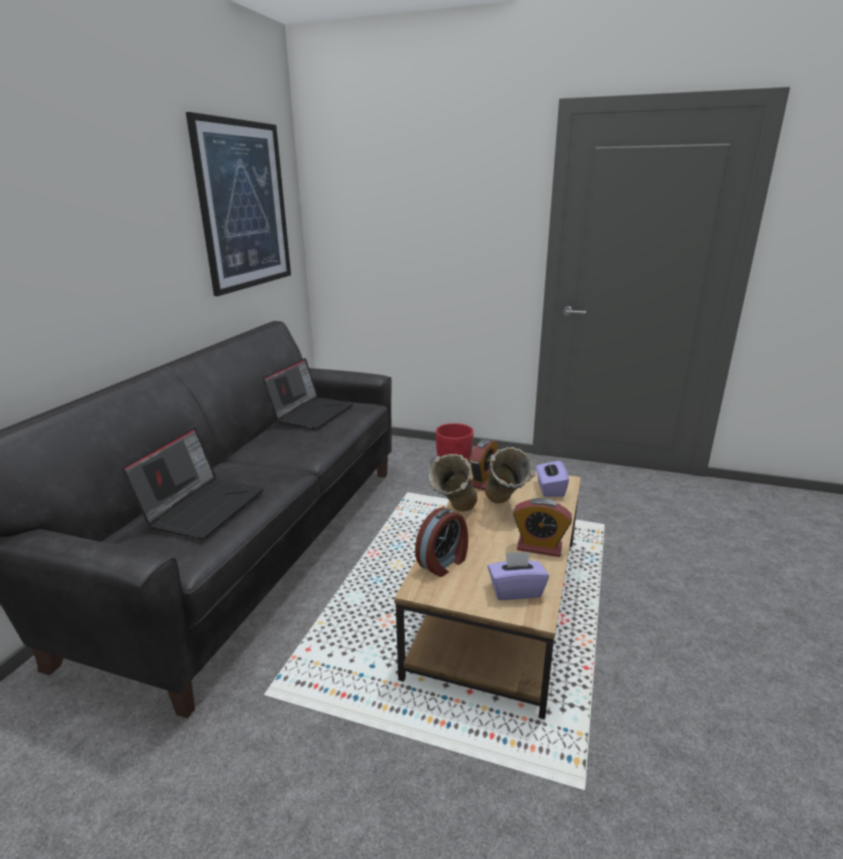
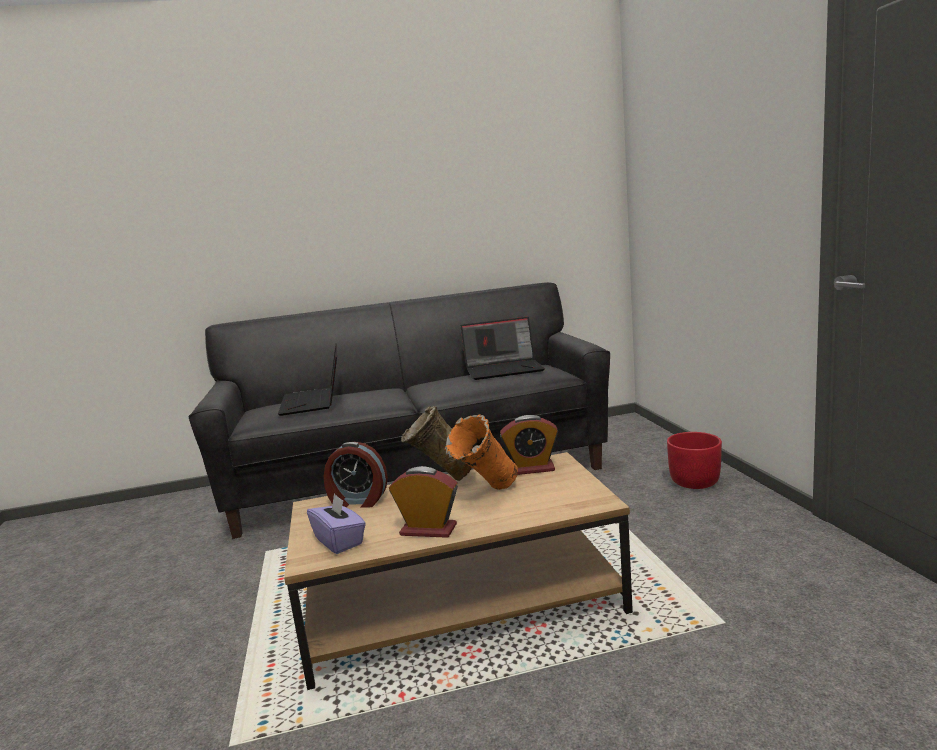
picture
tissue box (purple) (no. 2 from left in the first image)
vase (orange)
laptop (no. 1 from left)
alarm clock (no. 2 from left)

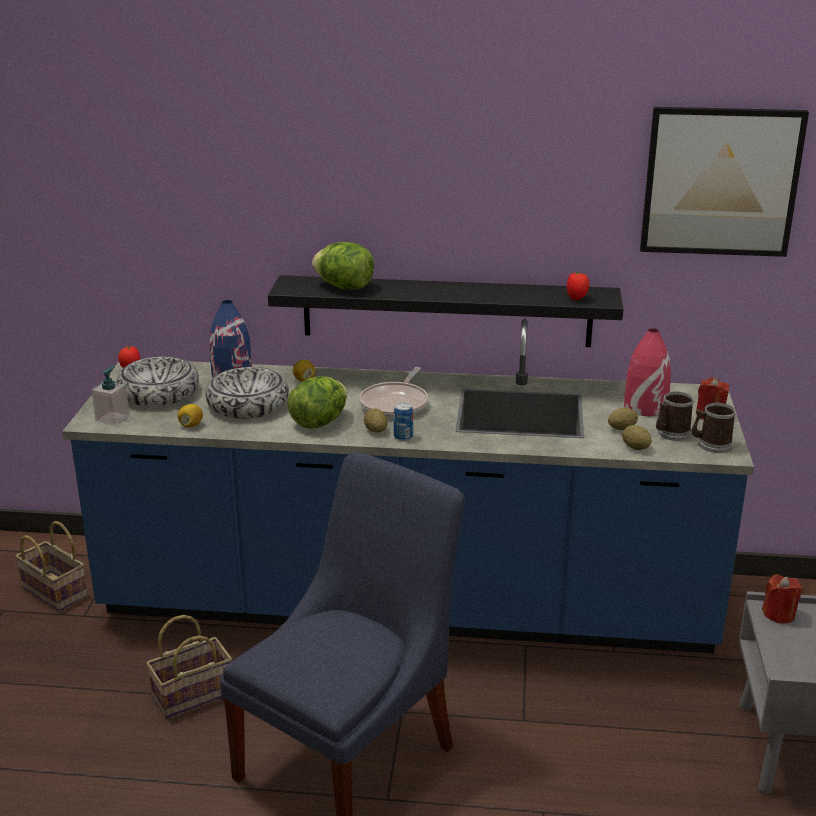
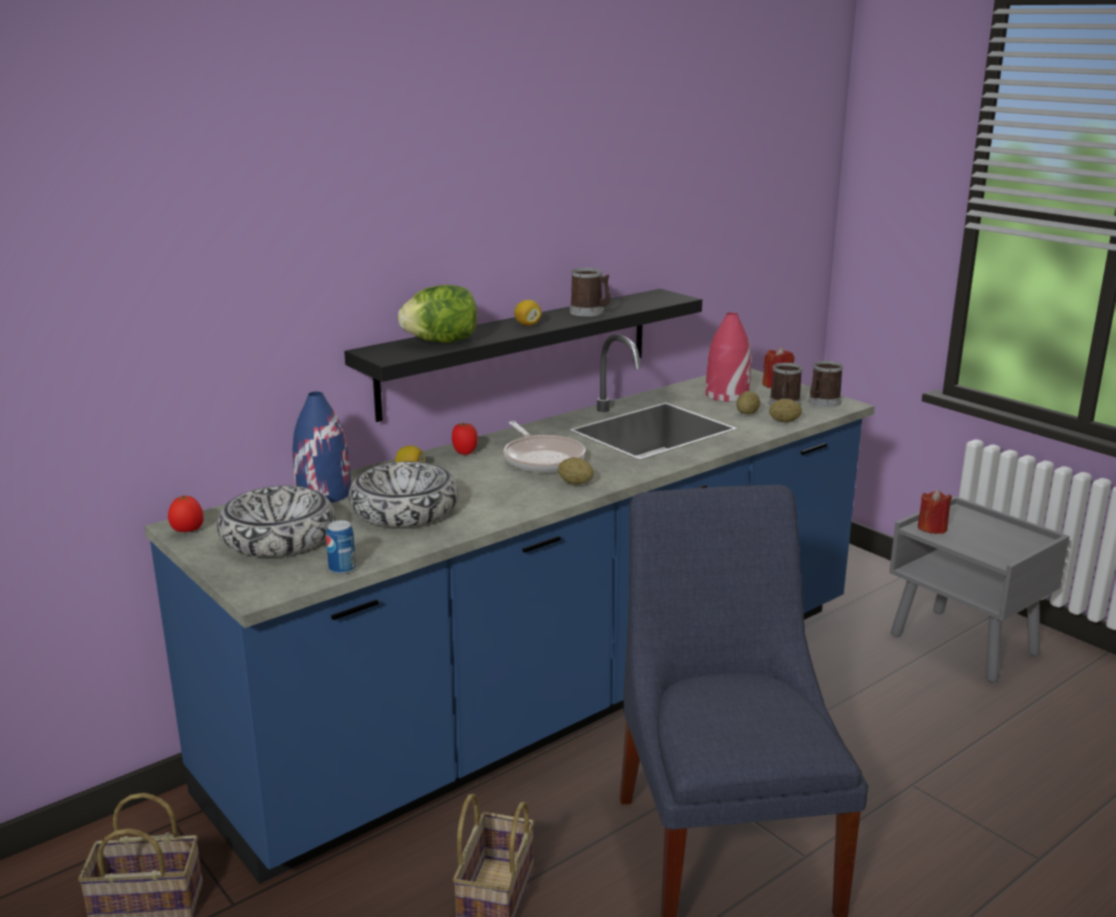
soap dispenser
lettuce (no. 1 from left in the first image)
picture
mug (no. 1 from left)
lemon (no. 2 from left)
can
tomato (no. 2 from left)

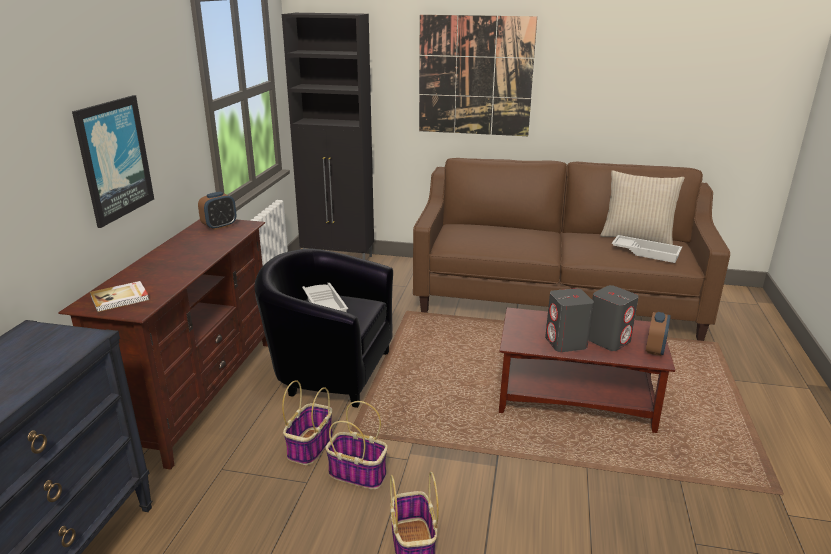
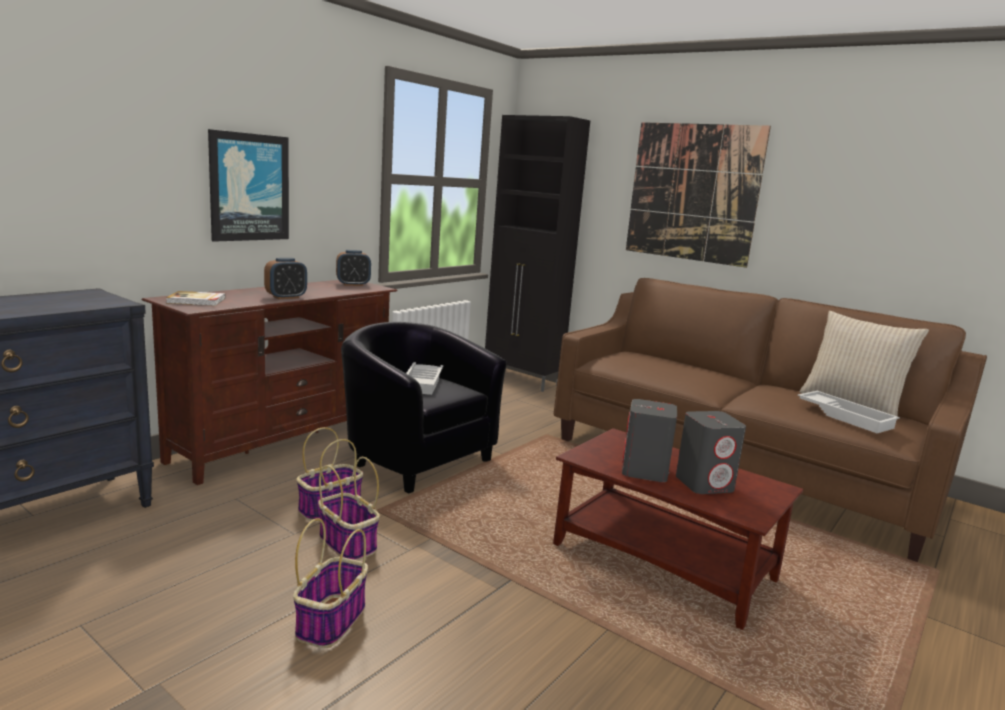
alarm clock (no. 1 from left)

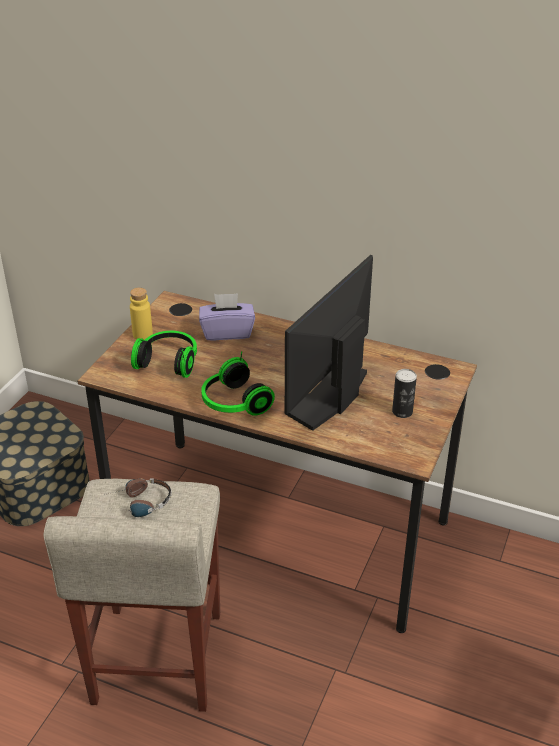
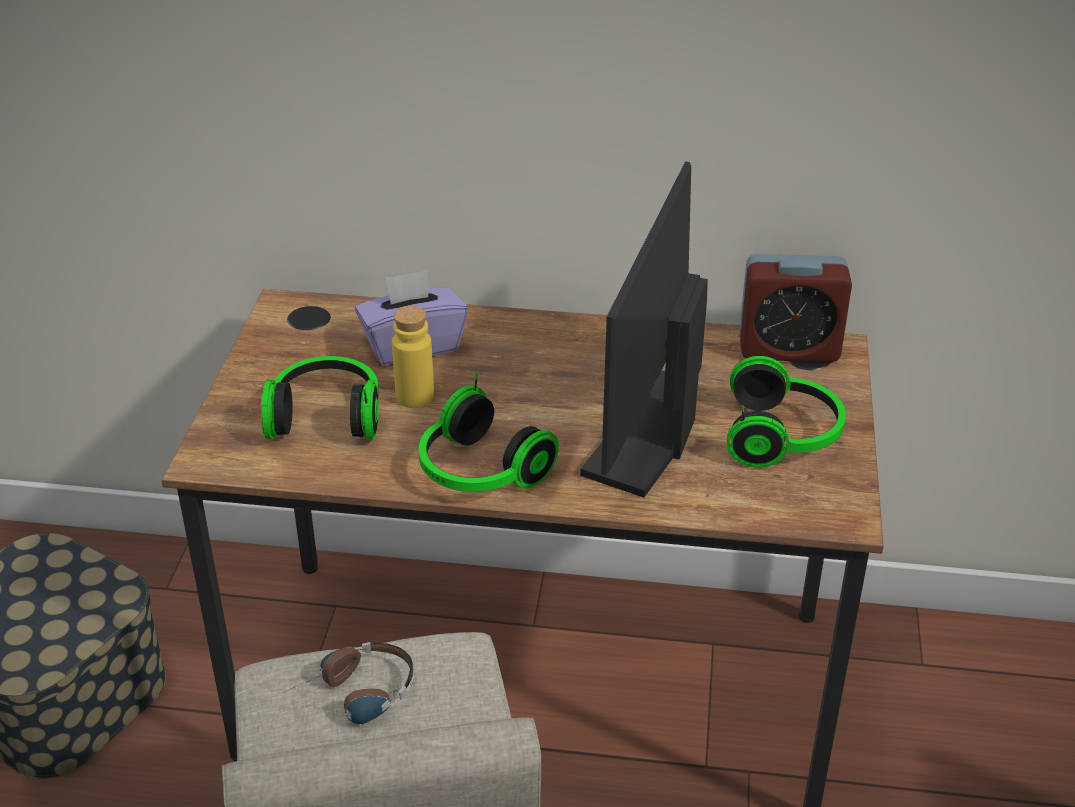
alarm clock
bottle (yellow)
headphones (no. 4 from left)

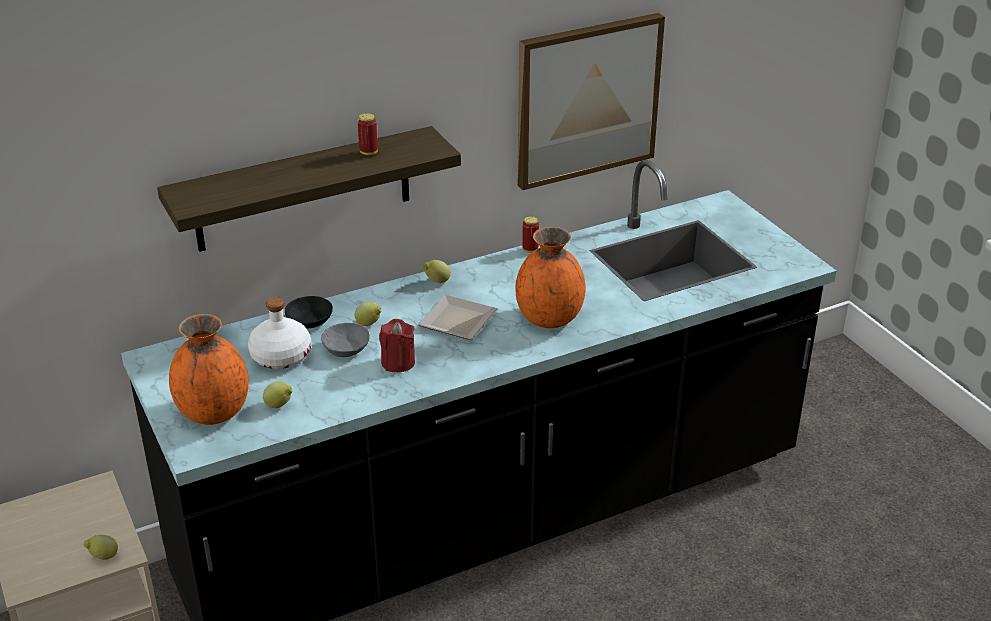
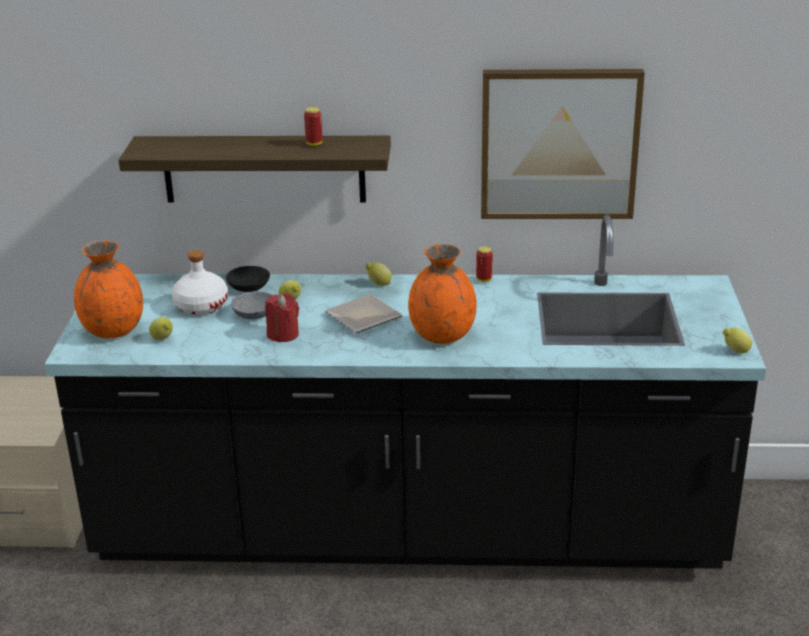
lemon (no. 4 from left)

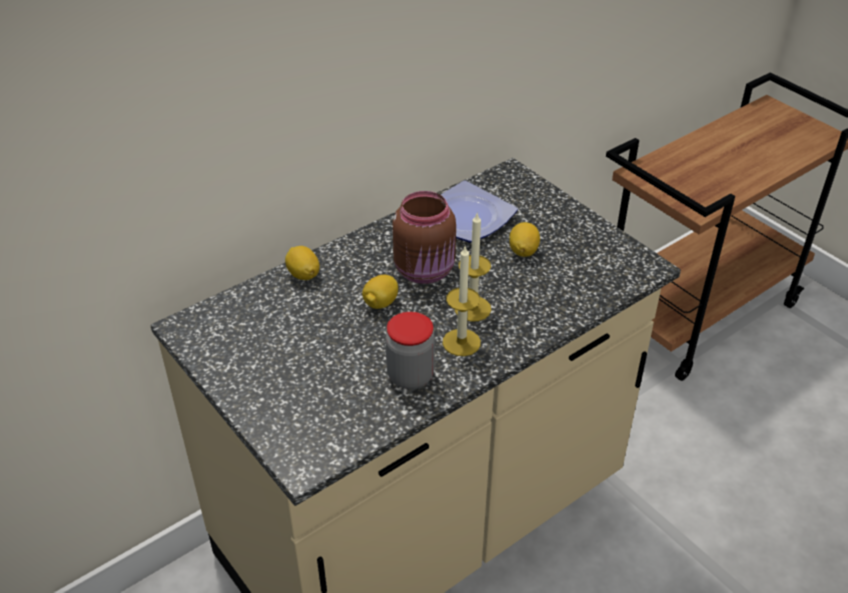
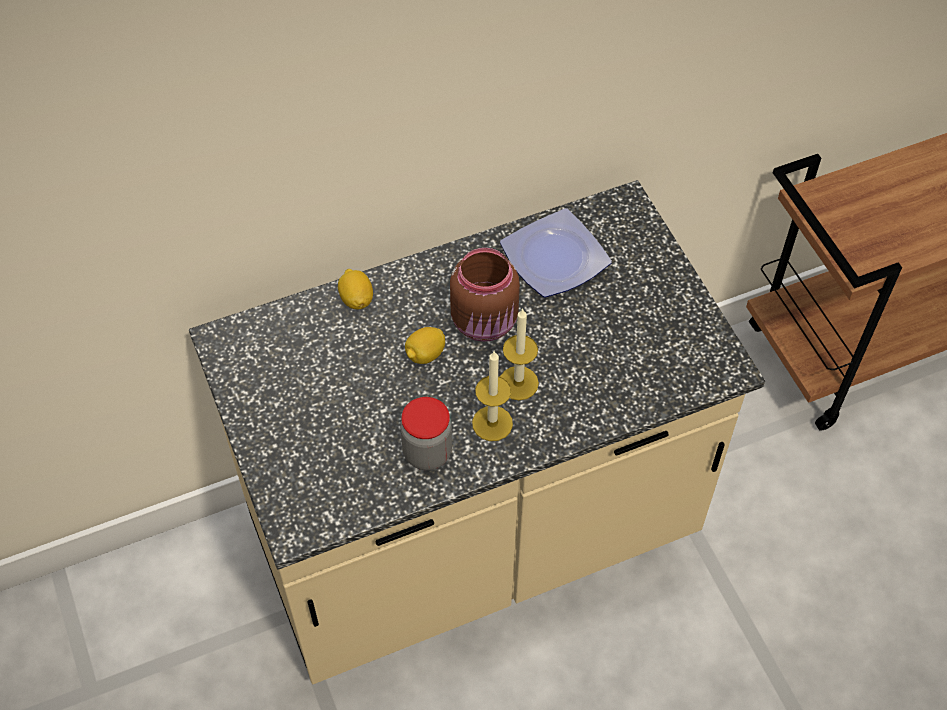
lemon (no. 3 from left in the first image)

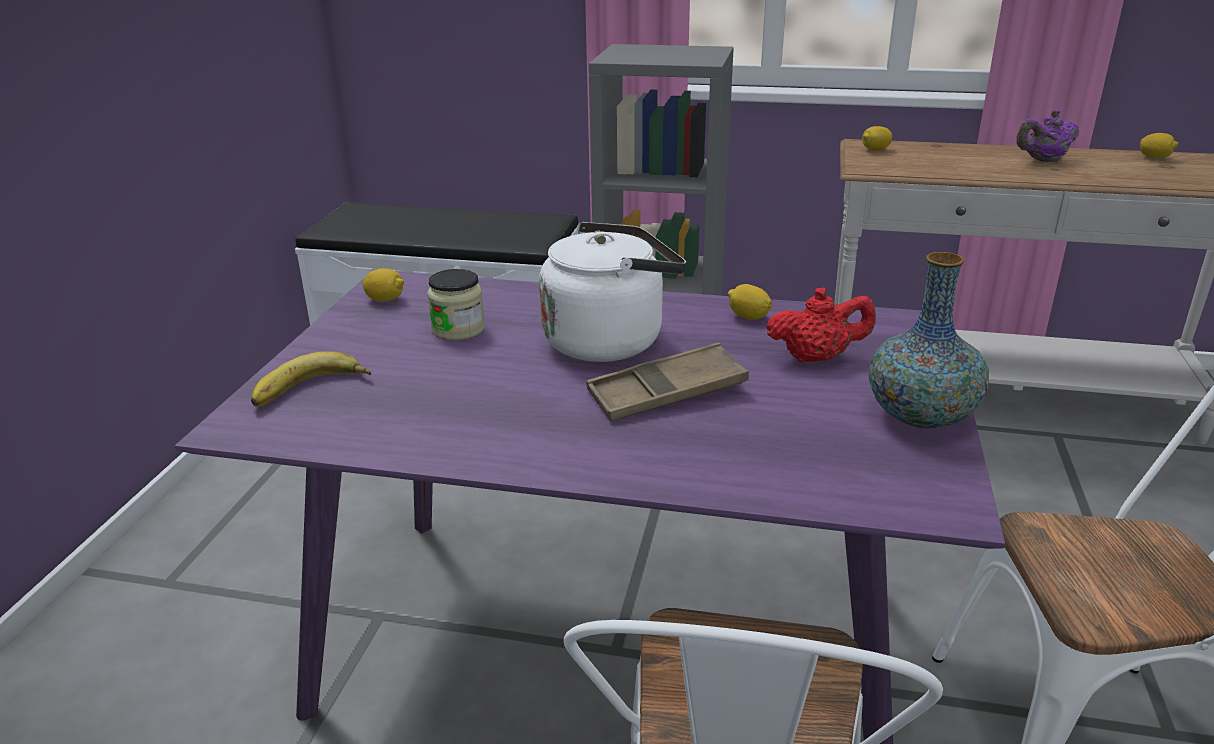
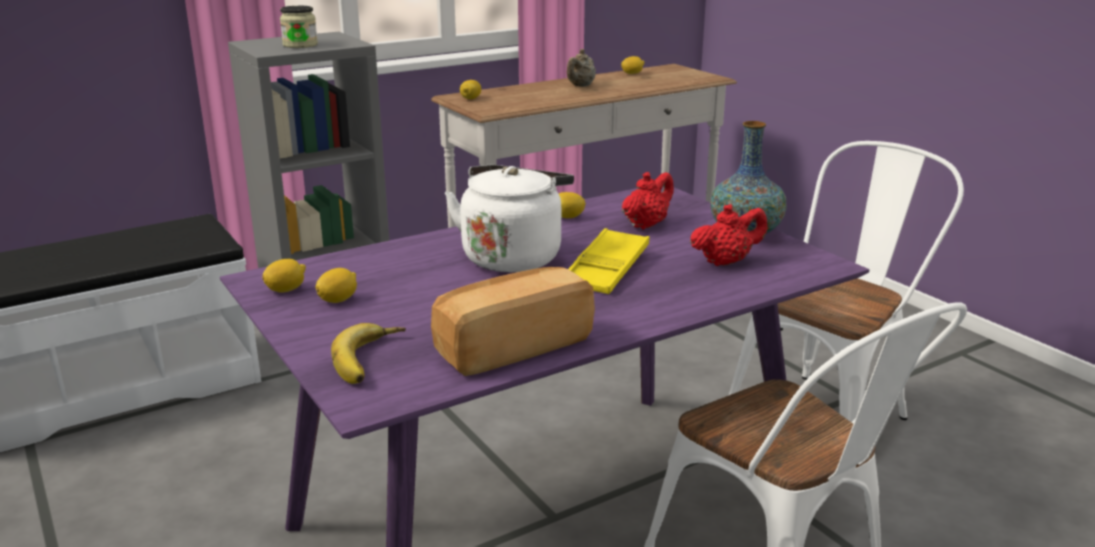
lemon (no. 2 from left)
bread
teapot (red) (no. 2 from left)
jar
tray (yellow)
teapot (beige)

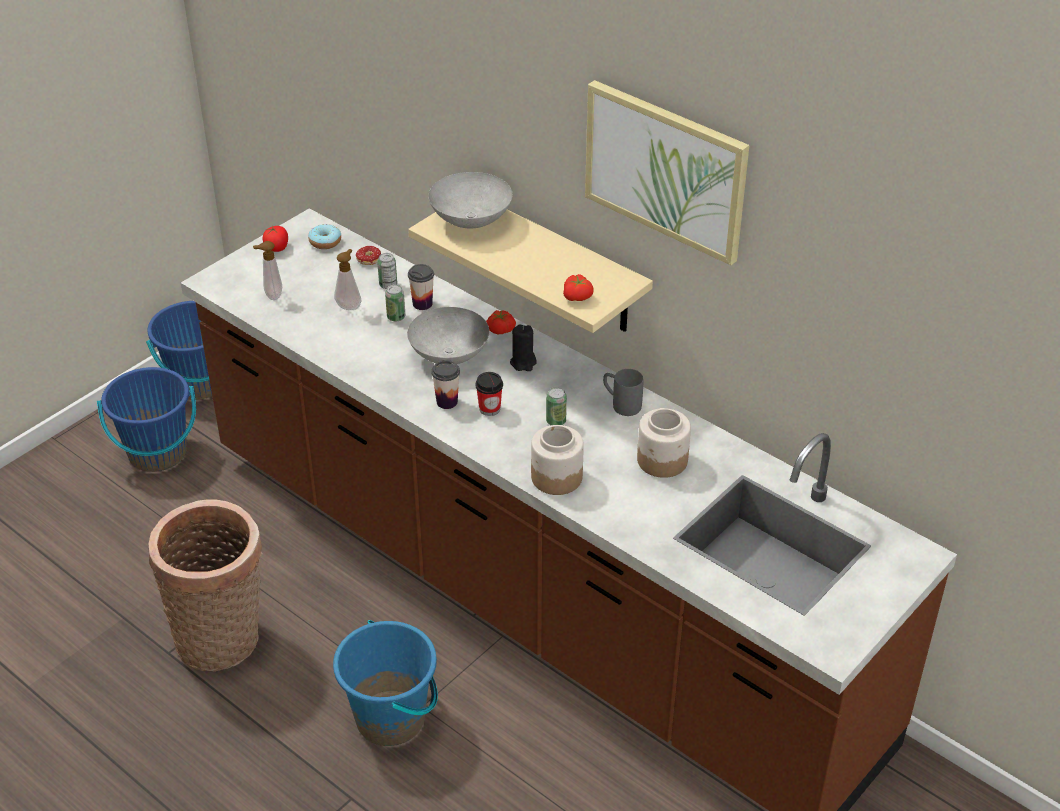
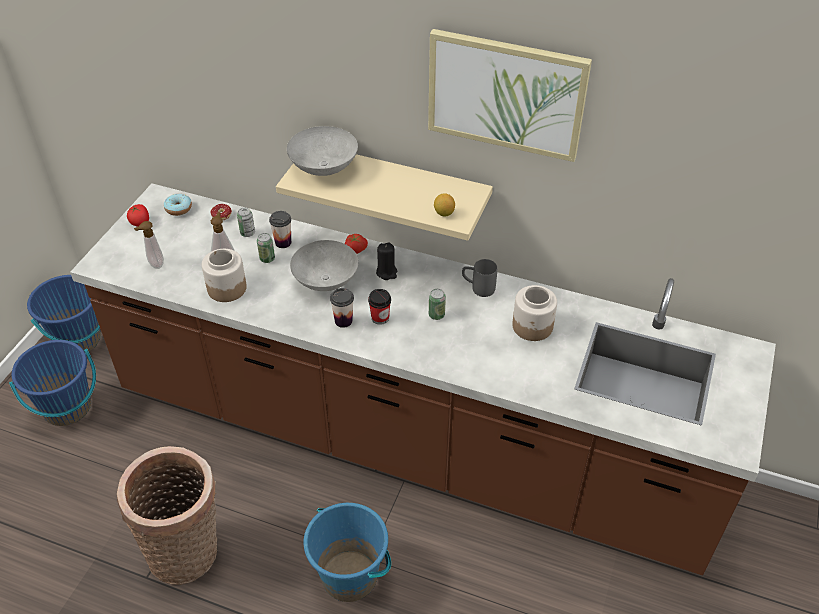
jar (no. 1 from left)
lemon

